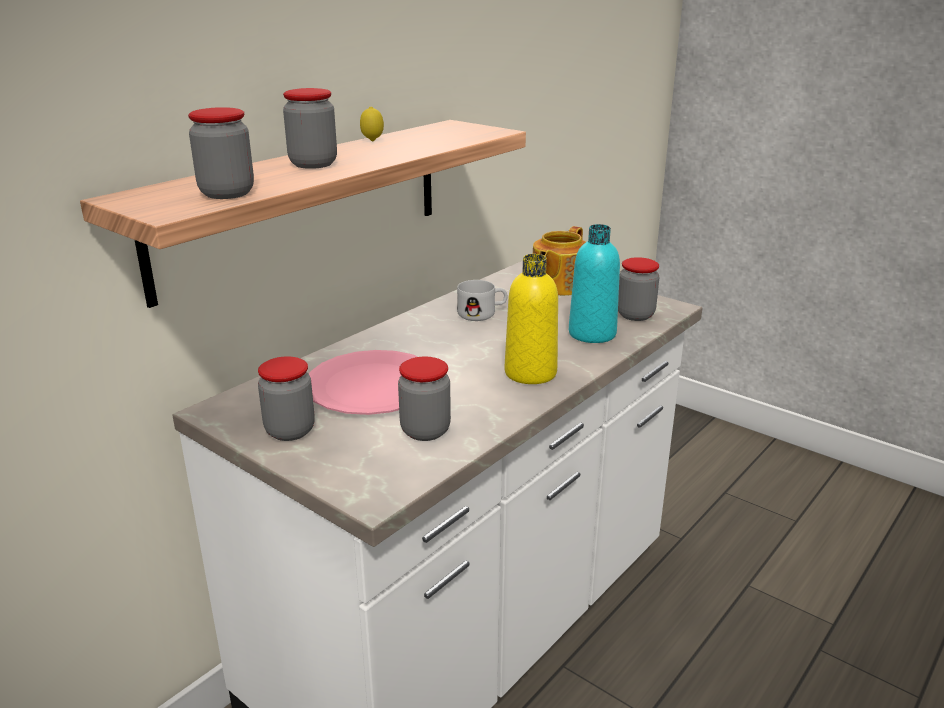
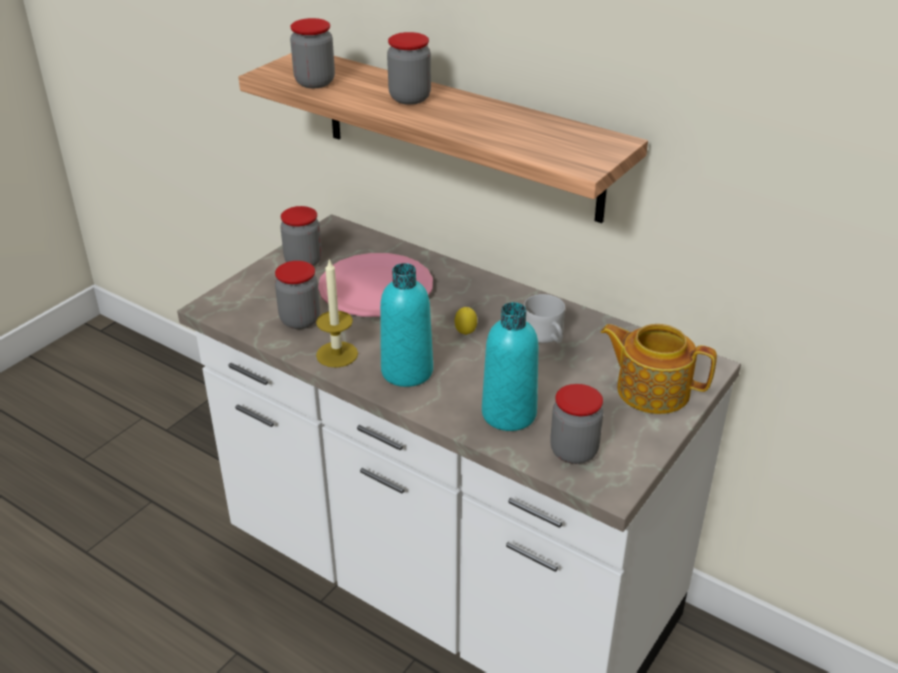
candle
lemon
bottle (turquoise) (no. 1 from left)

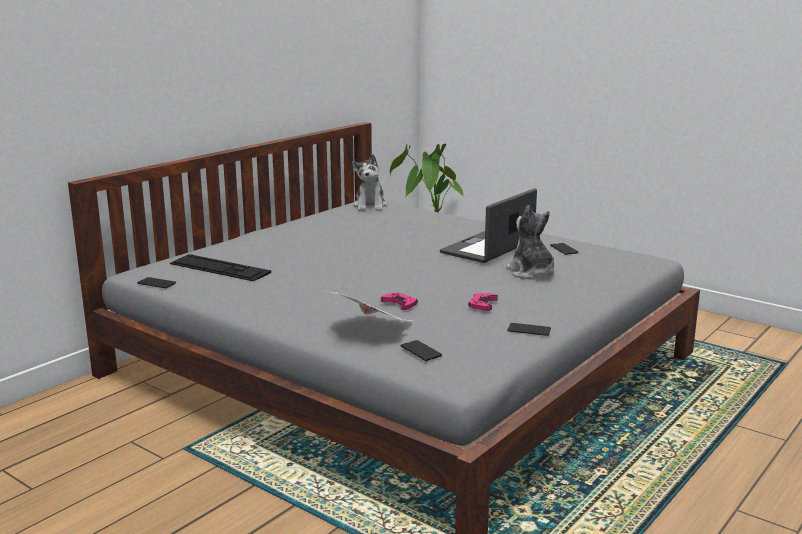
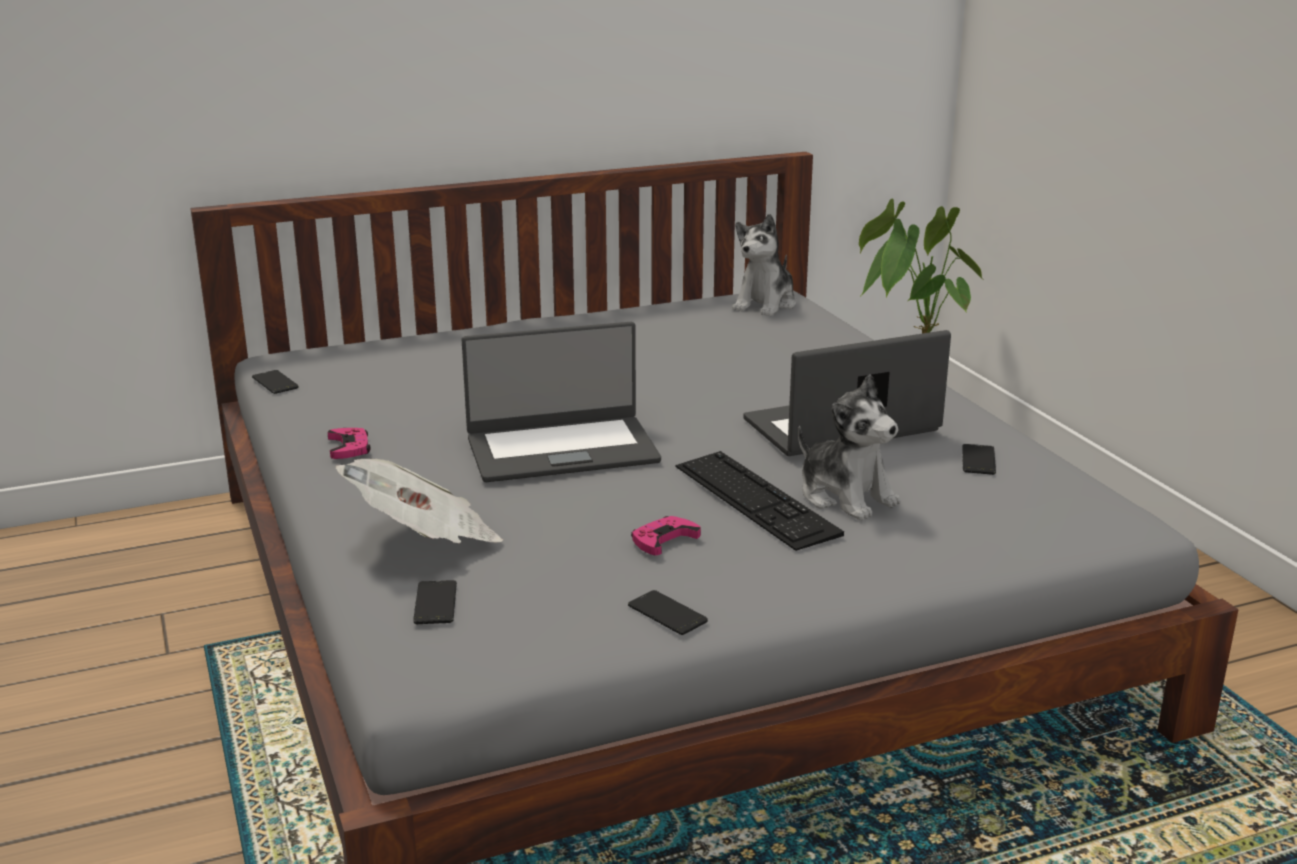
laptop (no. 1 from left)
keyboard
game controller (pink) (no. 1 from left)
plush toy (no. 2 from left)

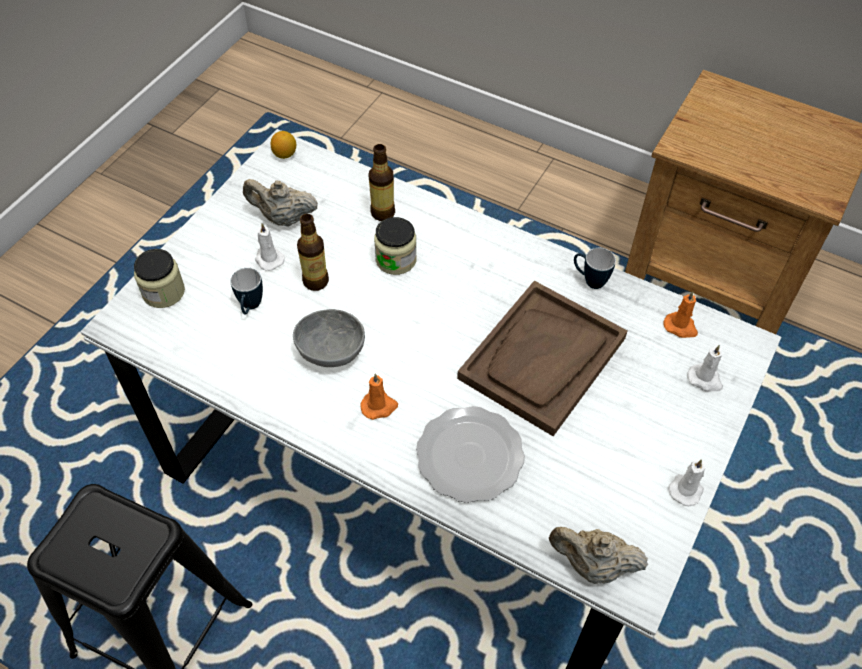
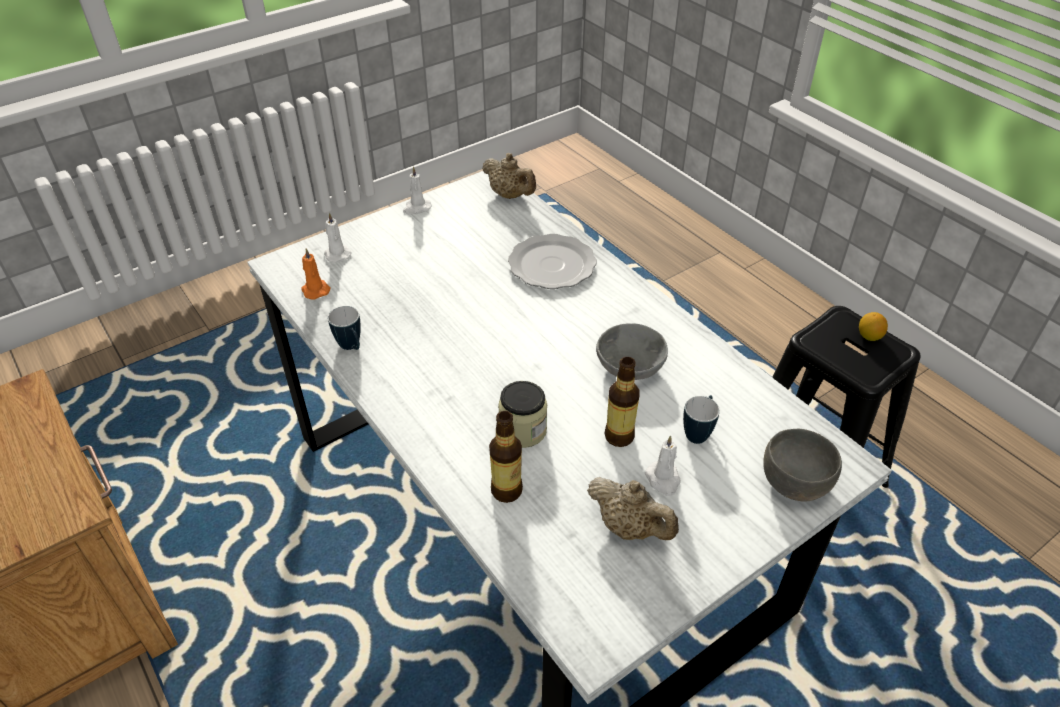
candle (orange) (no. 1 from left in the first image)
tray (brown)
lemon
bowl (grey) (no. 2 from left)

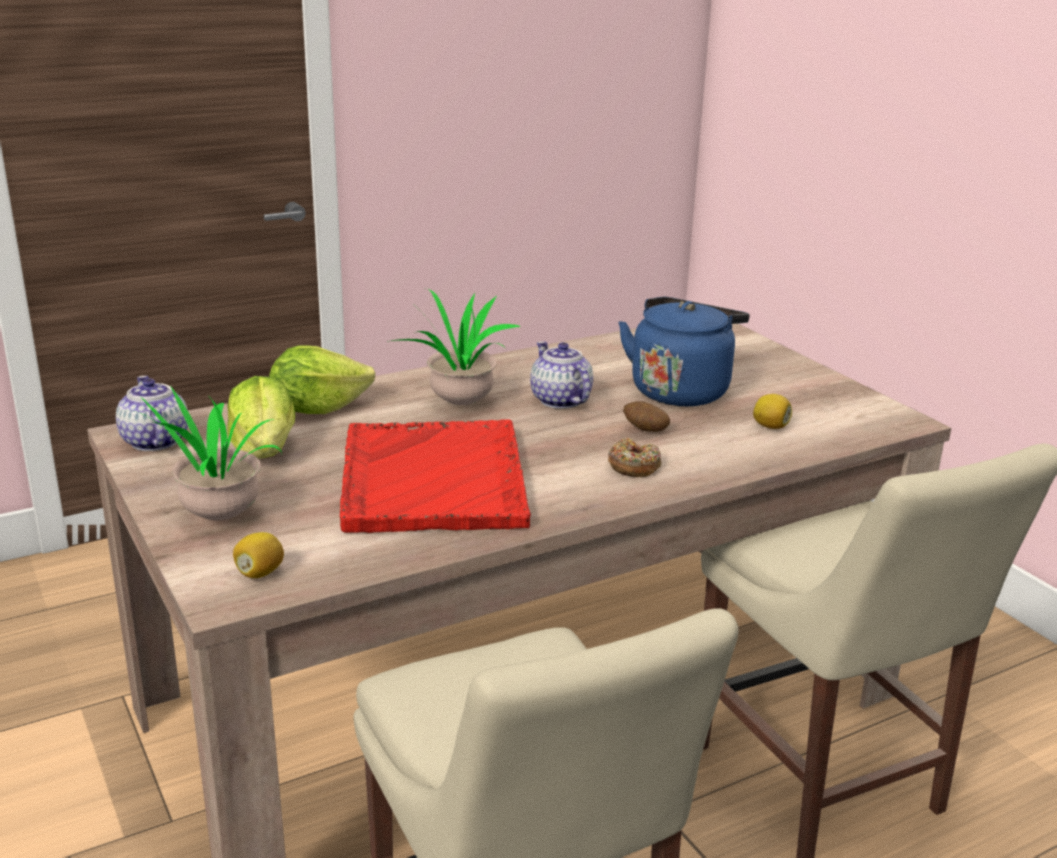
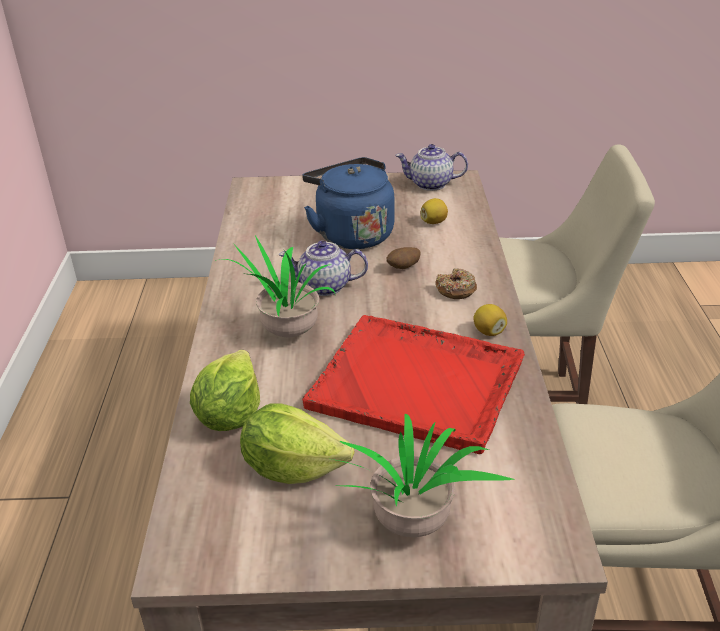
teapot (no. 2 from left)
lemon (no. 2 from left)

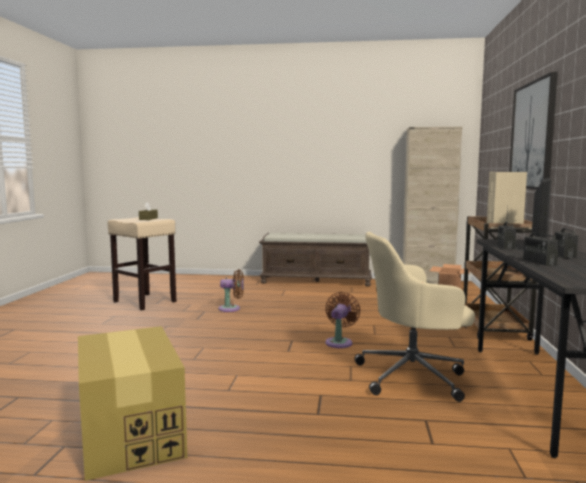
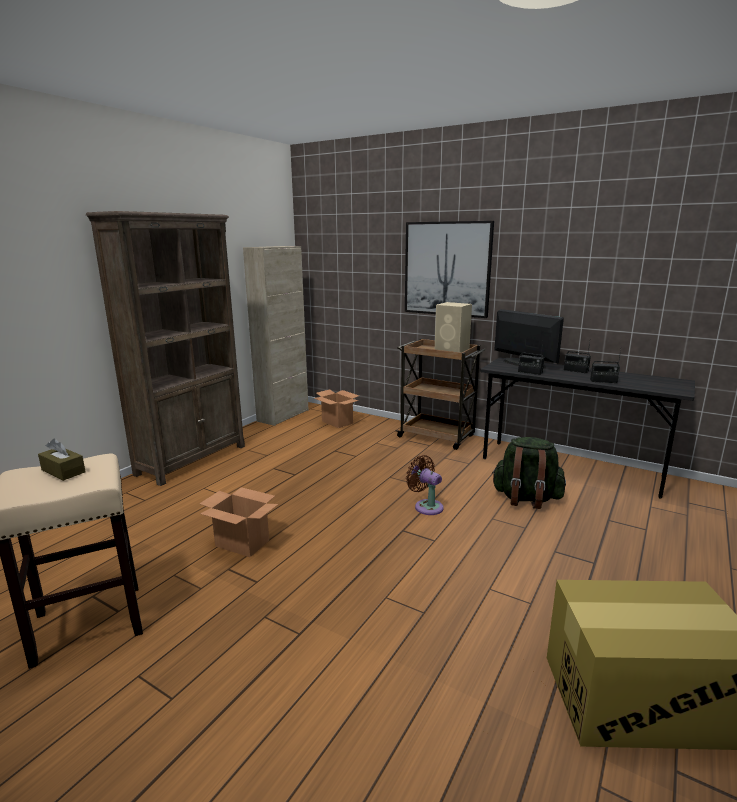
cardboard box (no. 1 from left)
bookcase (brown)
backpack (green)

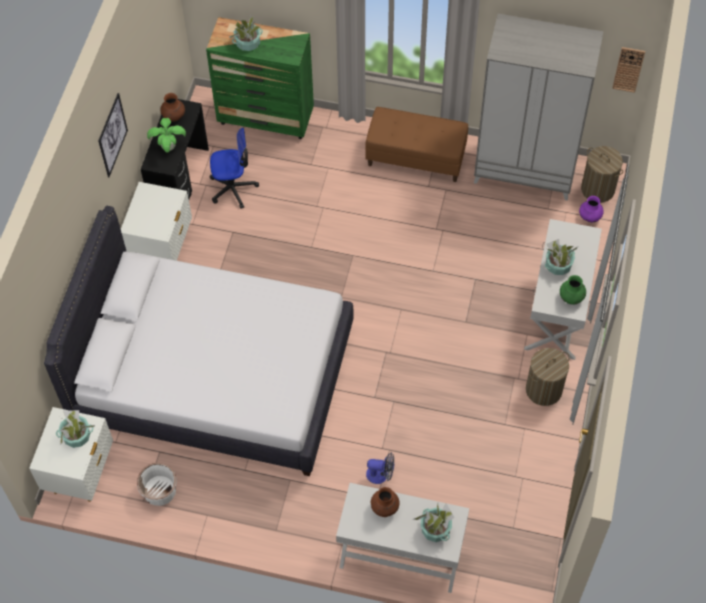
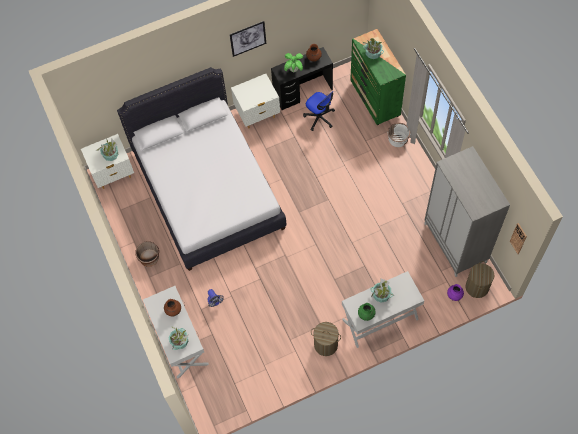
bench (brown)
planter (brown)
planter (white)

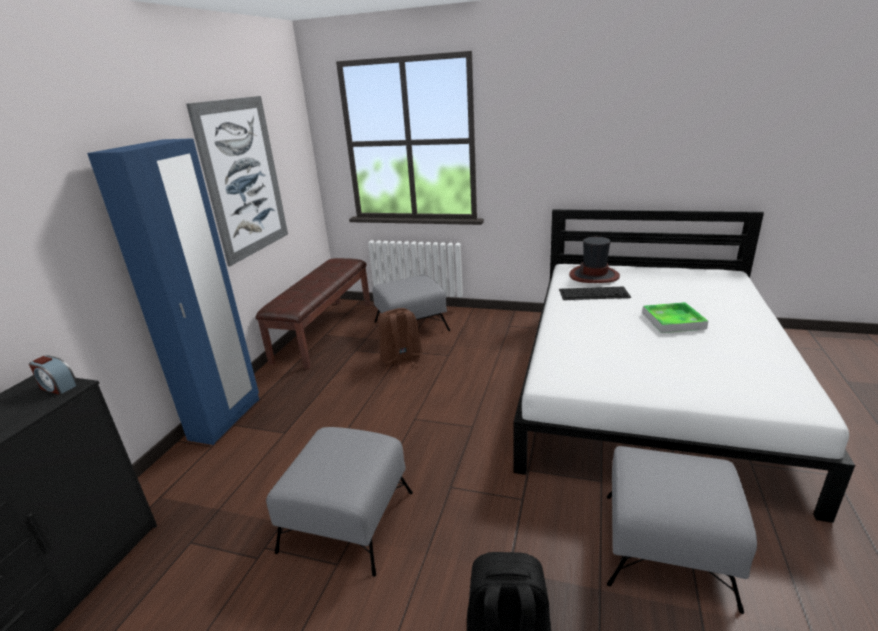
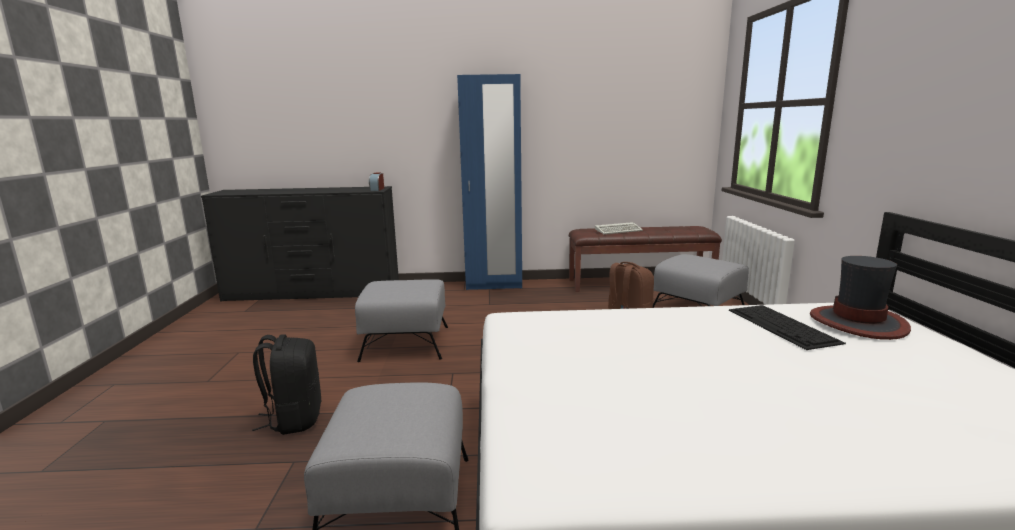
picture
tray
keyboard (no. 1 from left)

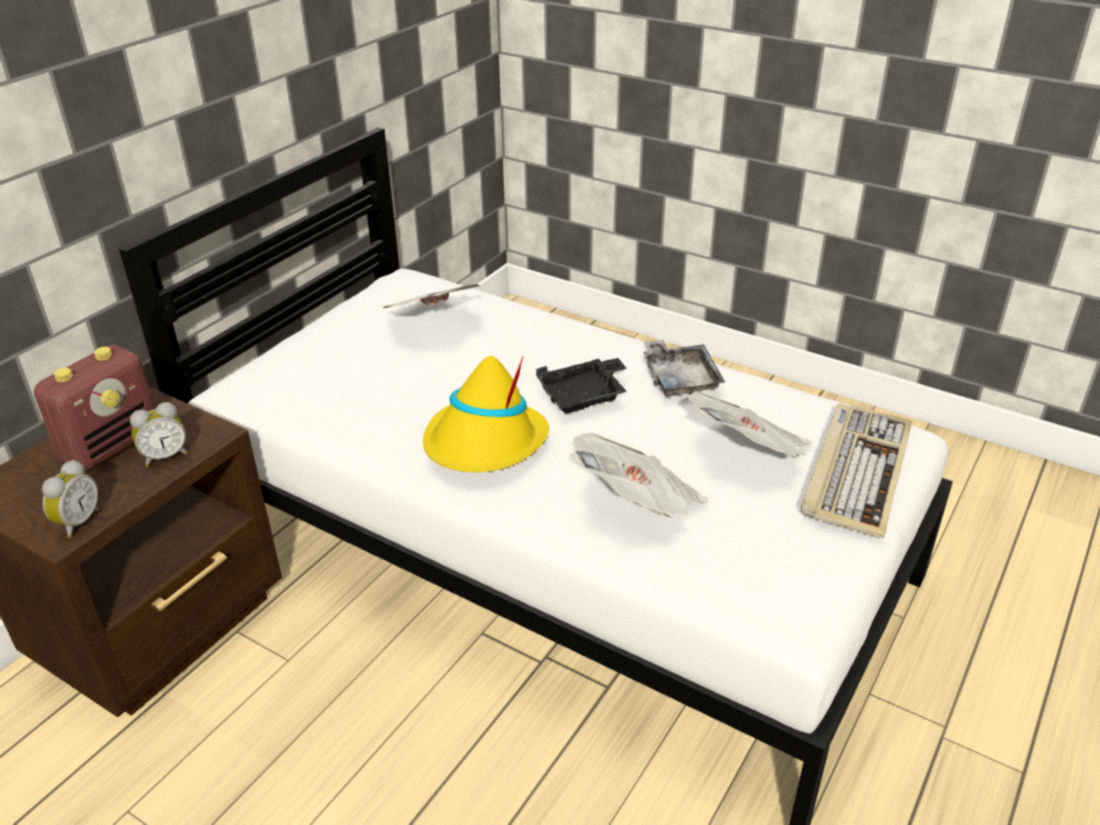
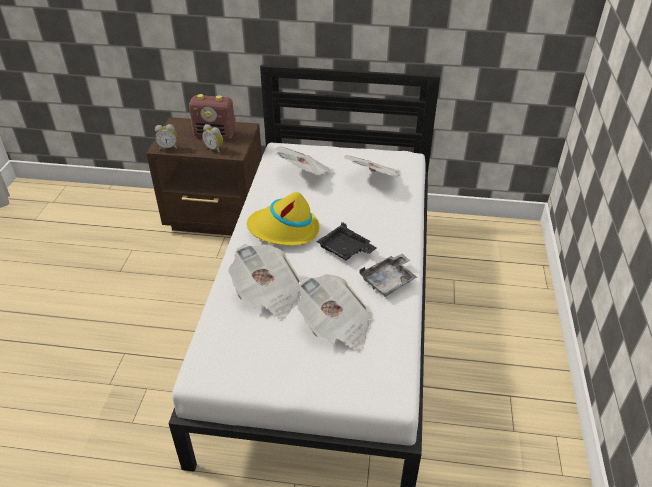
keyboard
newspaper (no. 2 from left)

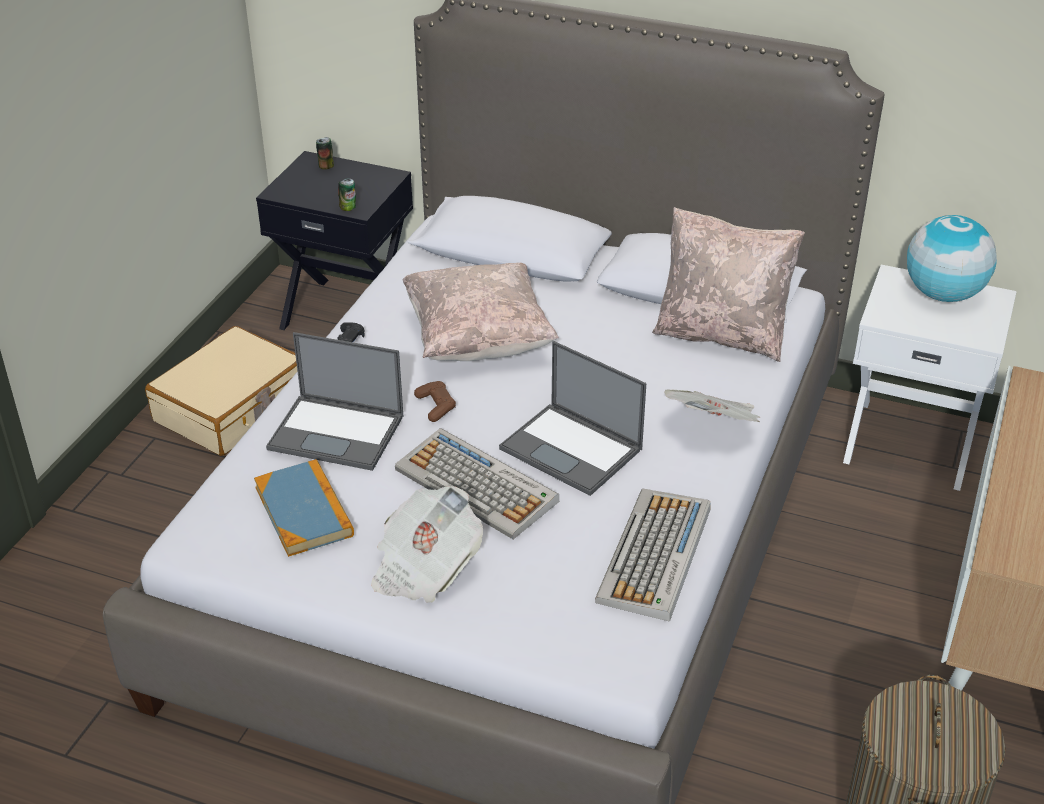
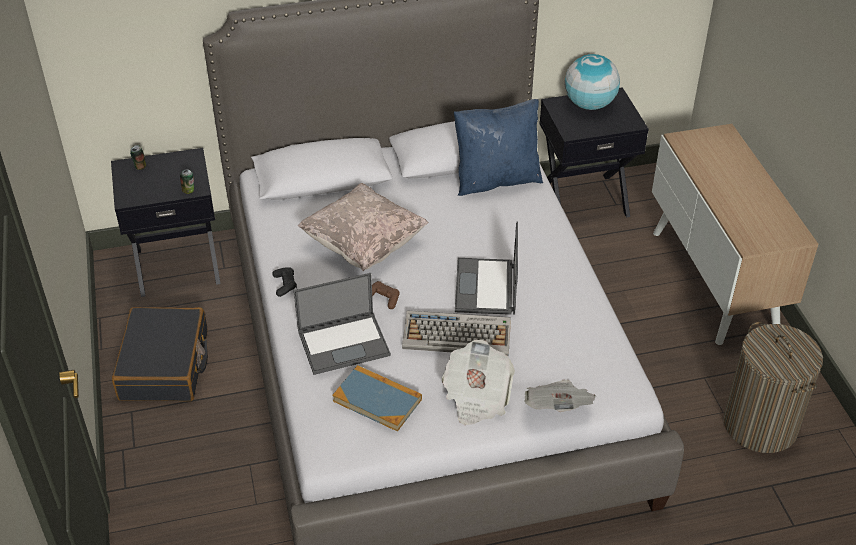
keyboard (no. 2 from left in the first image)
newspaper (no. 2 from left)
suitcase (black)
pillow (blue)
nightstand (black) (no. 2 from left)
laptop (no. 2 from left)

